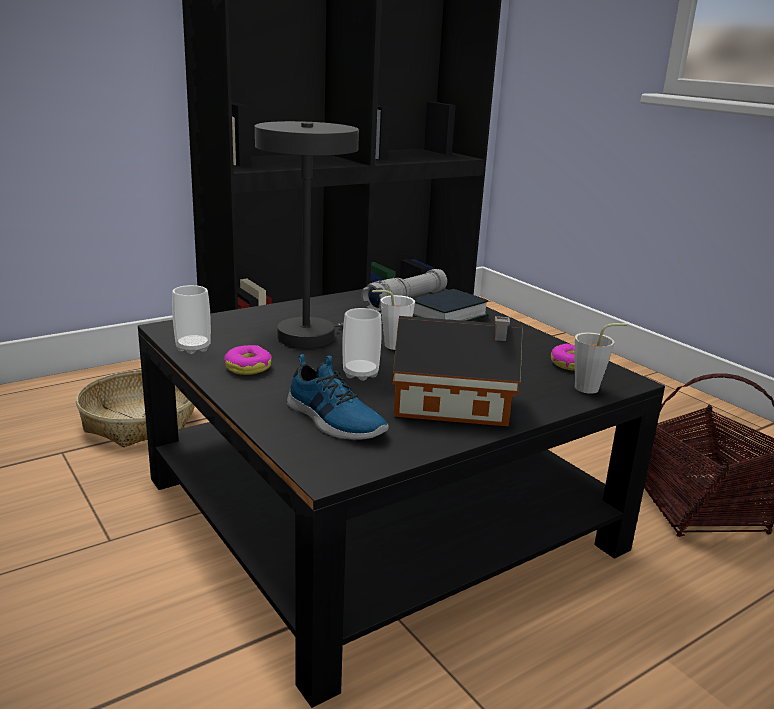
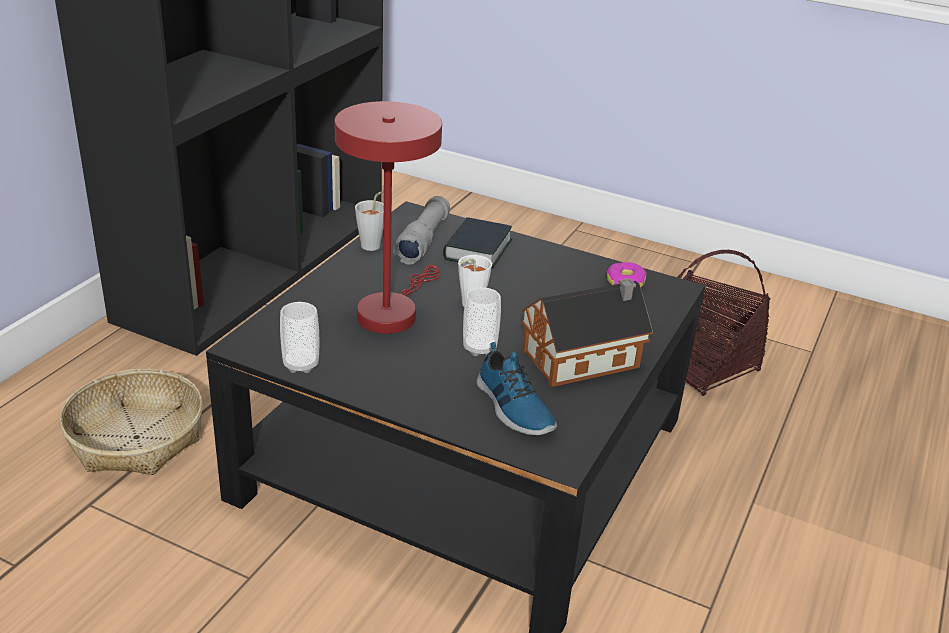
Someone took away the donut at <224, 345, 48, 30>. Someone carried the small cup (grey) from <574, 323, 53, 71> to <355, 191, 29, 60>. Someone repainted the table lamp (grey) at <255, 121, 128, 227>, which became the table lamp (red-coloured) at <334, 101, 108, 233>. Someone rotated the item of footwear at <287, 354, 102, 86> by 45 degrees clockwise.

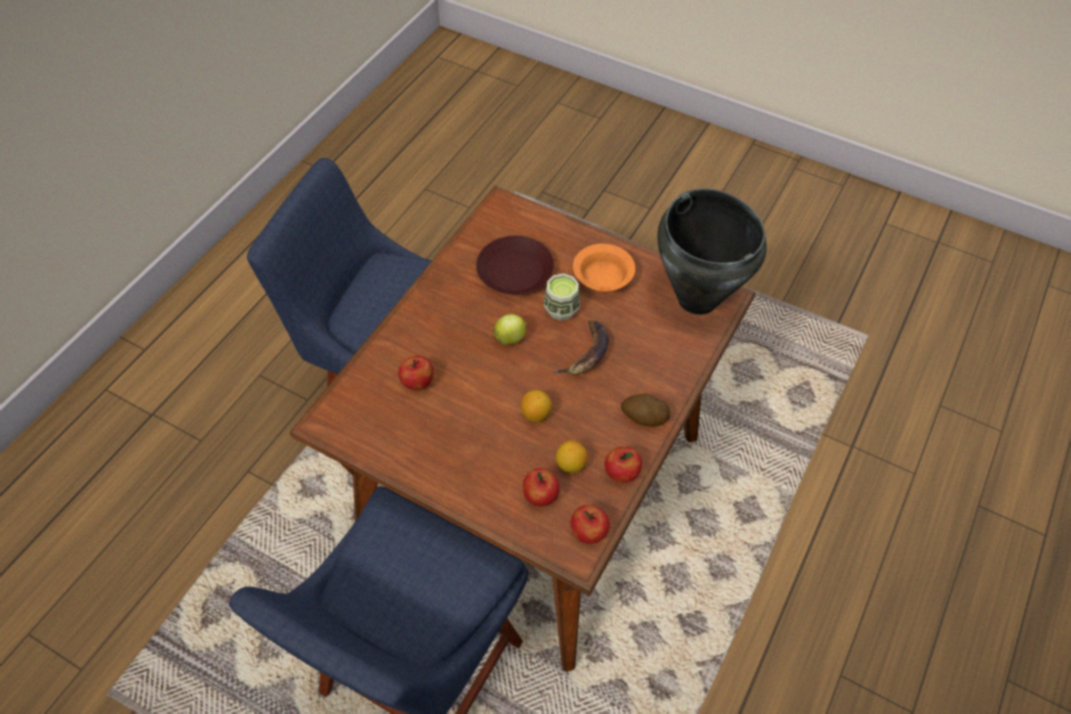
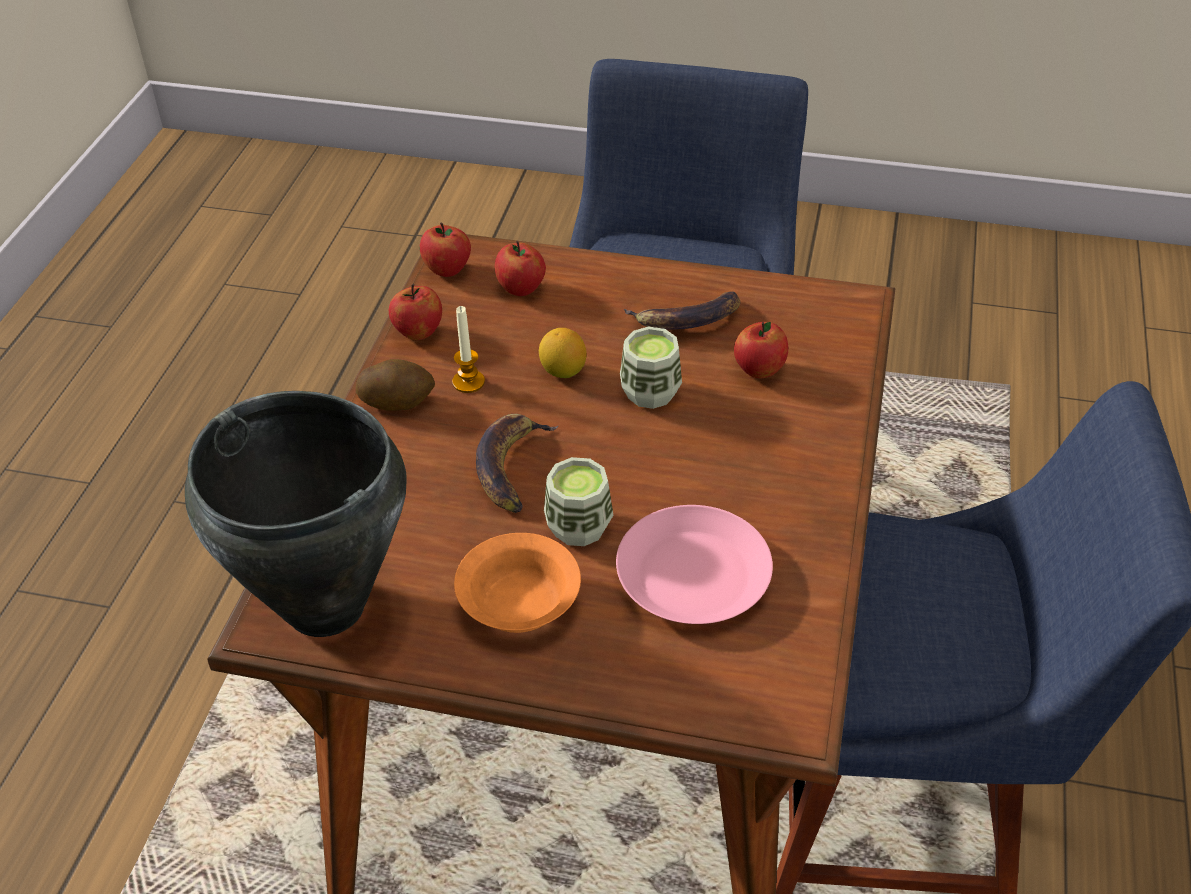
Someone took away the apple at <493, 314, 34, 31>. Someone took away the whole lemon at <556, 440, 32, 33>. Someone put down the candle at <452, 306, 33, 87>. Someone put down the small cup at <620, 327, 62, 82>. Someone put down the whole banana at <624, 291, 116, 39>. Someone repainted the plate (brown) at <476, 236, 78, 59>, which became the plate (pinkish) at <616, 505, 157, 119>.

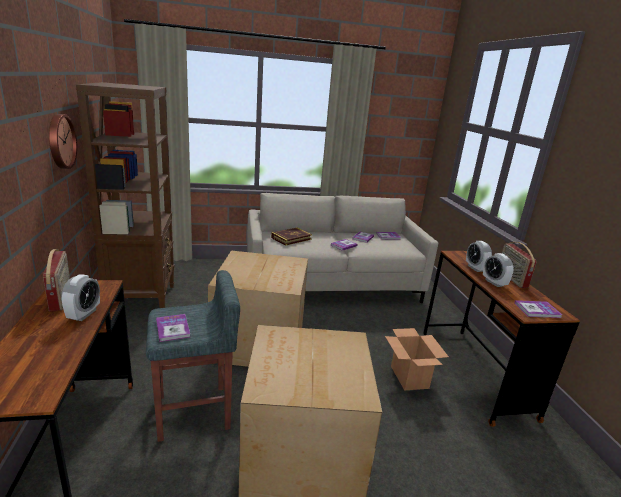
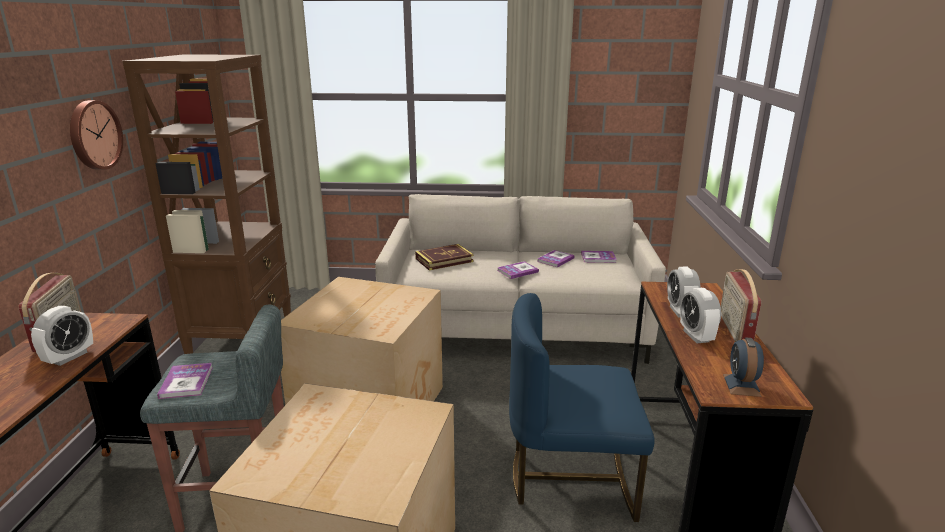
Someone swapped the carton at <385, 328, 64, 62> for the chair (blue-coloured) at <509, 293, 145, 229>. Someone swapped the book at <514, 300, 48, 18> for the table clock at <723, 337, 41, 60>.

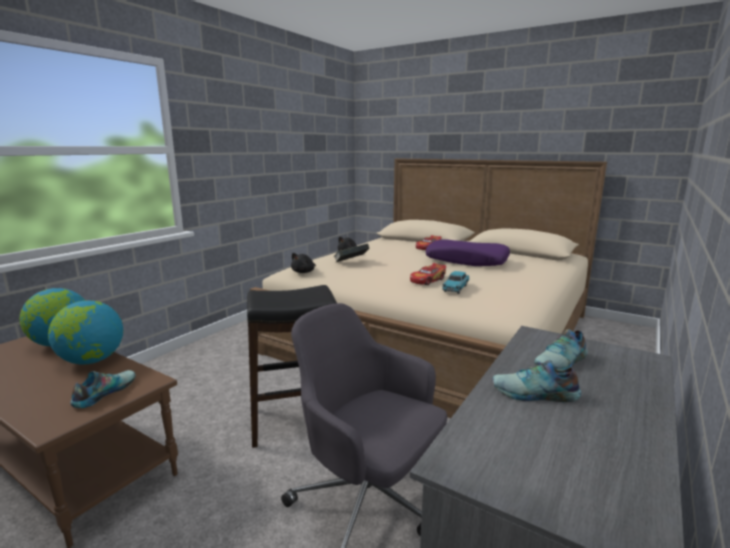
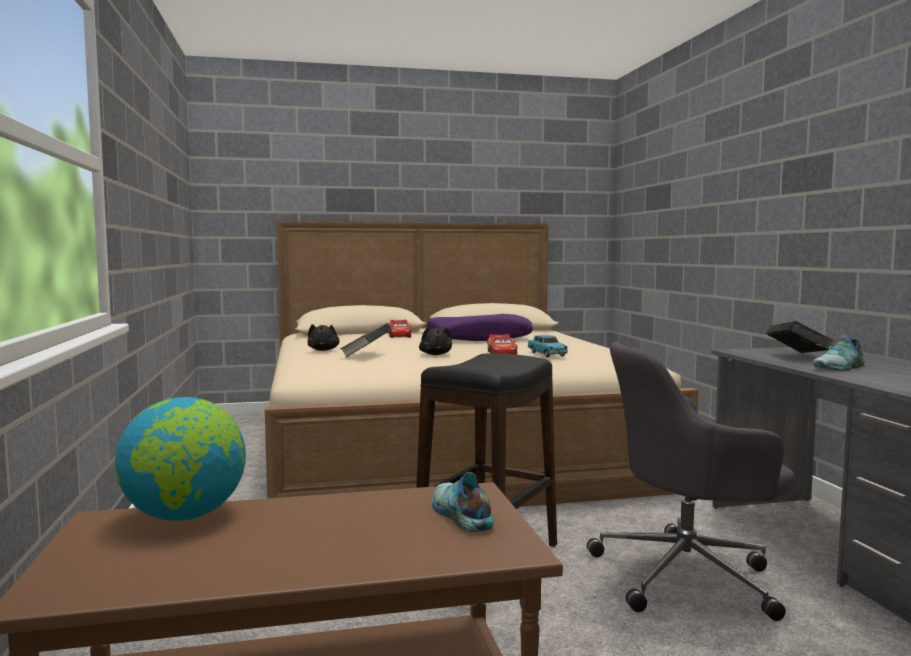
Someone took away the world globe at <48, 300, 75, 65>. Someone carried the cuddly toy (black-coloured) from <291, 253, 25, 20> to <419, 327, 33, 28>. Someone swapped the item of footwear at <534, 329, 53, 42> for the book at <767, 321, 67, 32>.

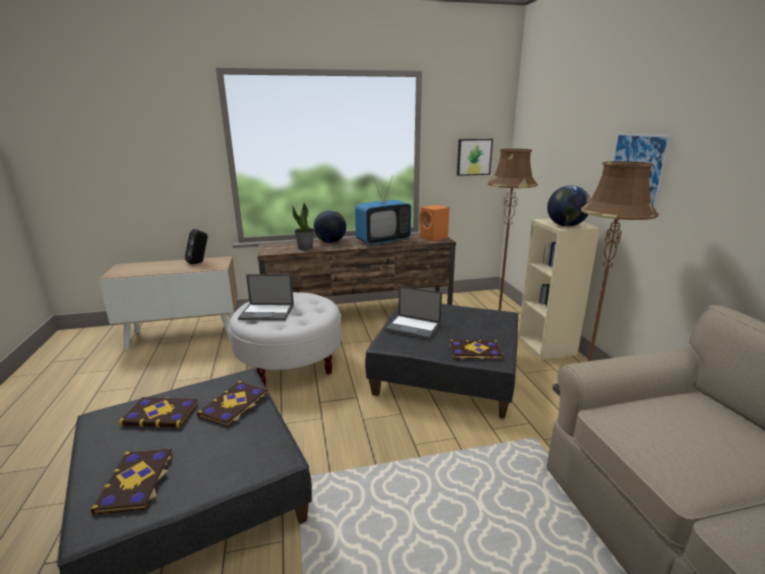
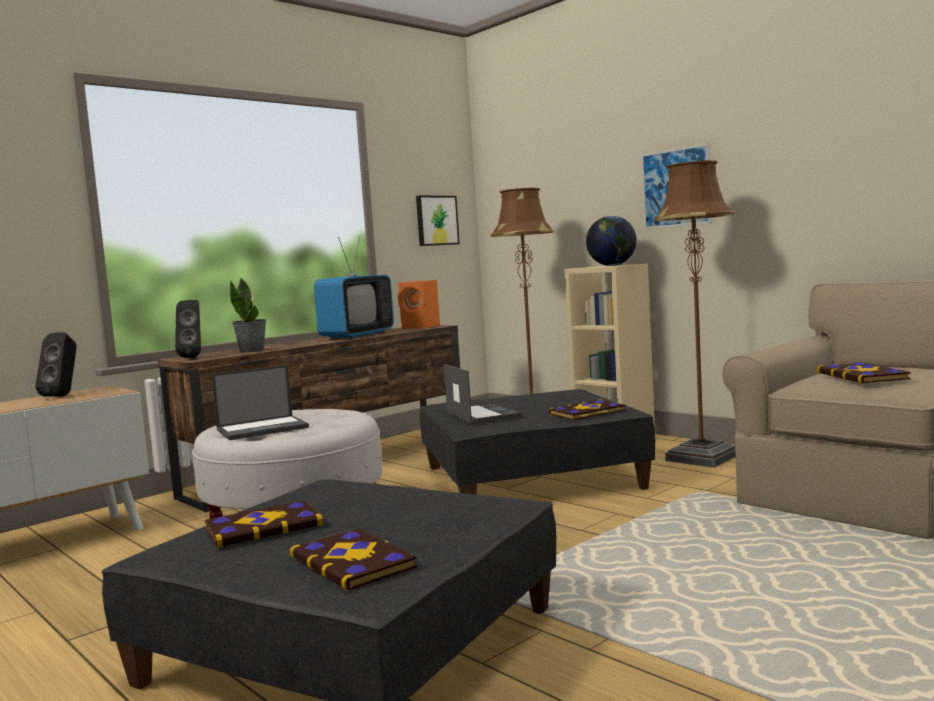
Someone took away the world globe at <314, 210, 32, 33>. Someone put down the speaker (black-coloured) at <175, 300, 26, 58>. Someone carried the book from <197, 381, 71, 46> to <817, 362, 93, 22>. Someone rotated the portable computer at <385, 286, 57, 53> by 105 degrees counterclockwise.

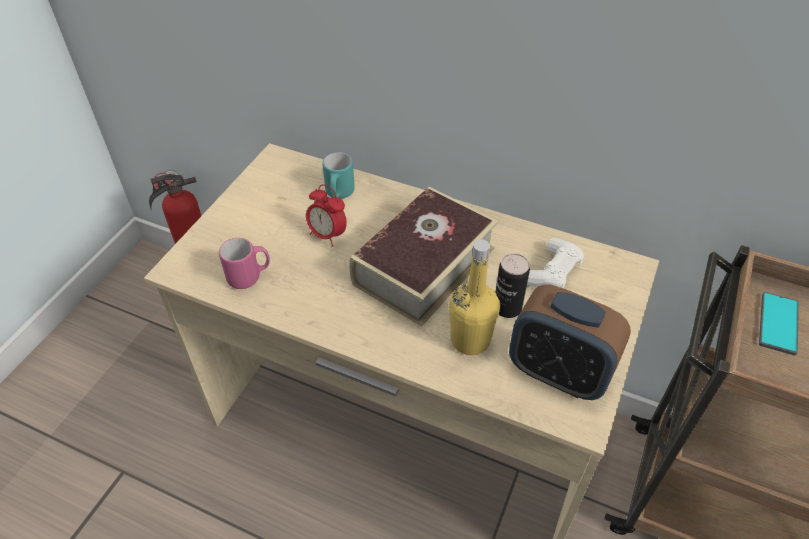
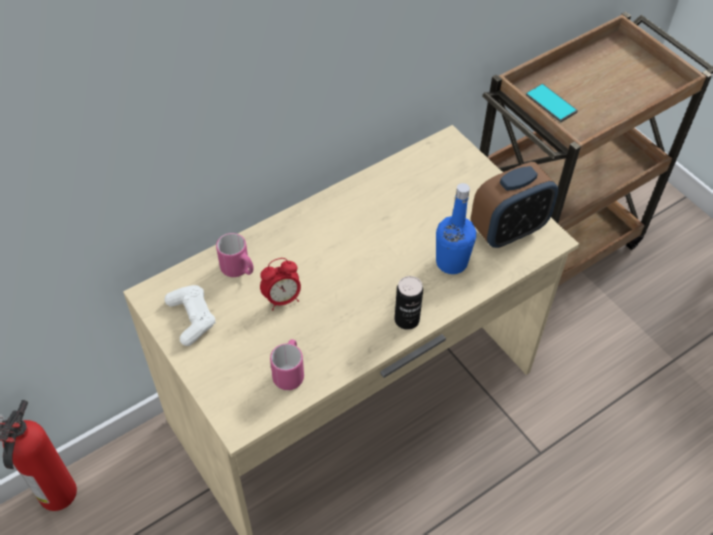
Someone took away the book at <349, 187, 149, 140>. Someone carried the sealed can from <496, 253, 34, 65> to <394, 276, 29, 54>. Someone carried the game controller (white-coloured) from <527, 238, 57, 50> to <164, 285, 52, 61>. Someone repainted the coffee mug (turquoise-coloured) at <322, 152, 33, 47>, which became the coffee mug (pinkish) at <216, 233, 38, 44>. Someone repainted the beverage bottle (yellow-coloured) at <449, 239, 51, 116>, which became the beverage bottle (blue-coloured) at <436, 183, 40, 91>.

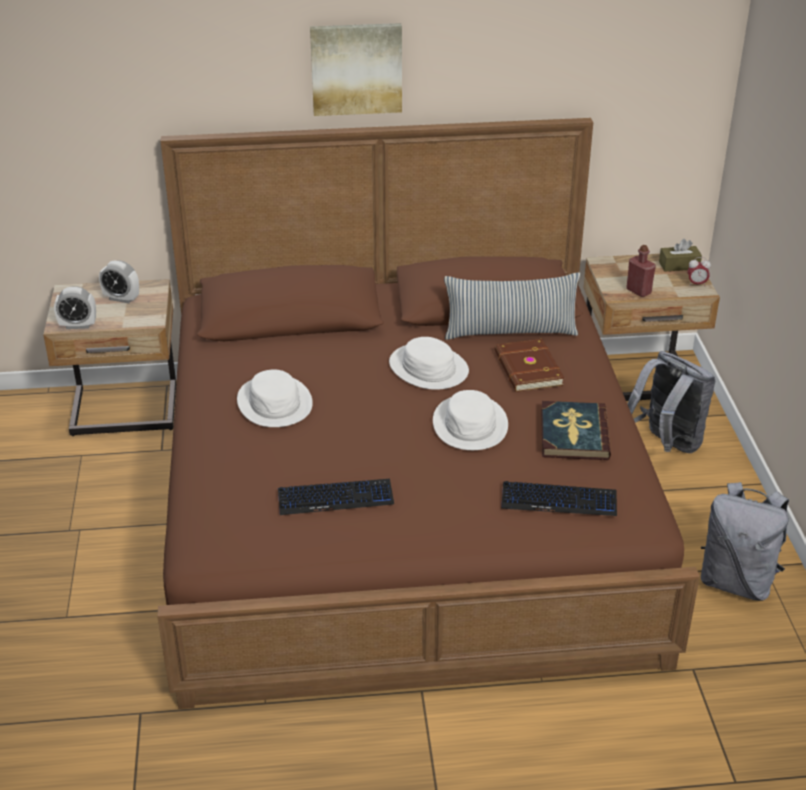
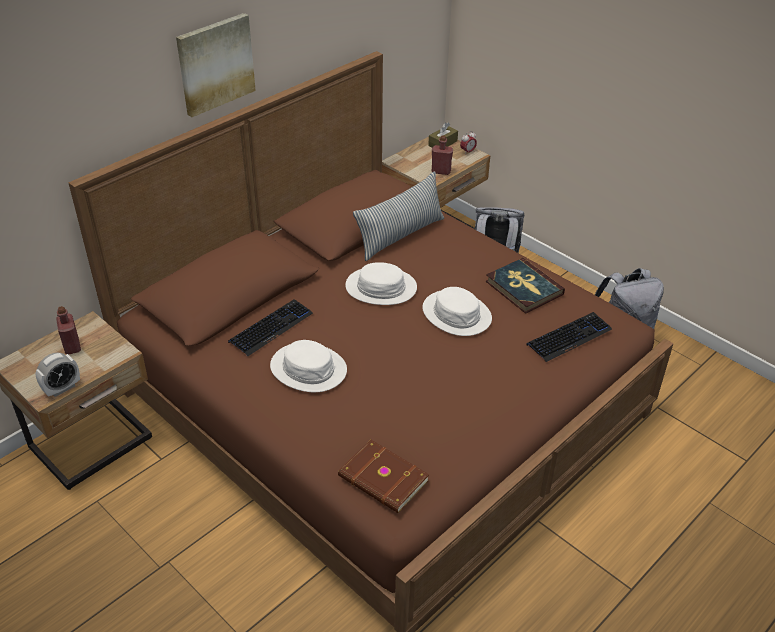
Someone carried the keyboard from <278, 479, 116, 36> to <228, 299, 85, 57>. Someone carried the book (brown) from <494, 339, 70, 53> to <338, 440, 91, 73>. Someone swapped the table clock at <99, 260, 40, 43> for the beverage bottle (red-coloured) at <56, 306, 25, 49>.

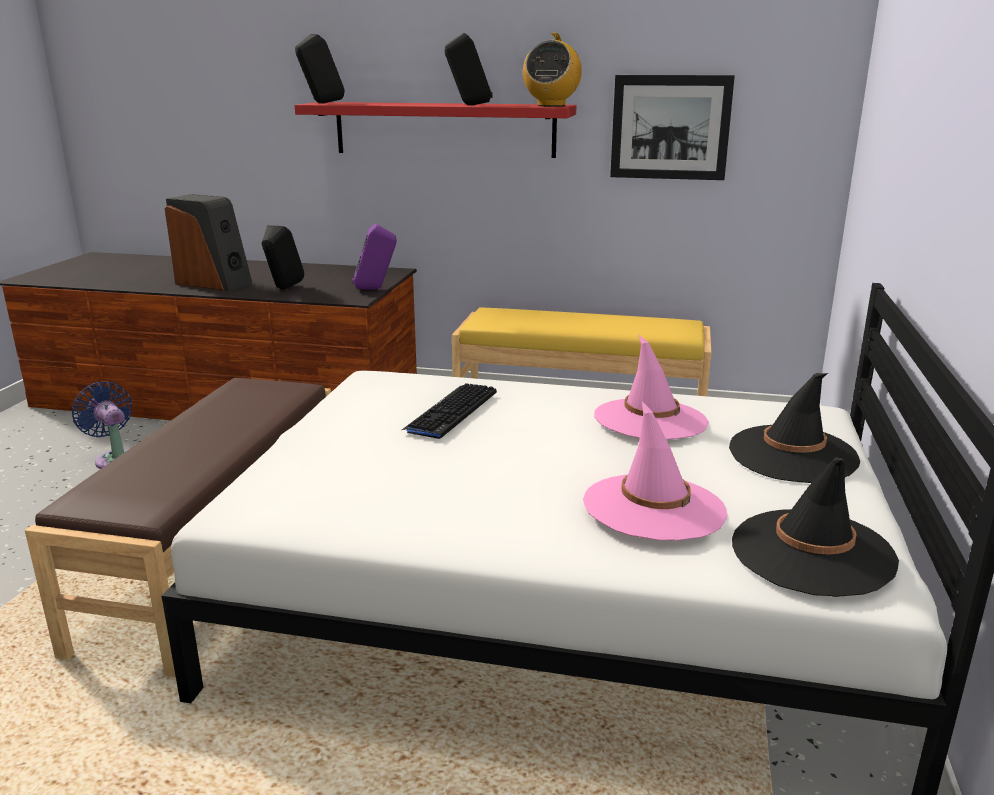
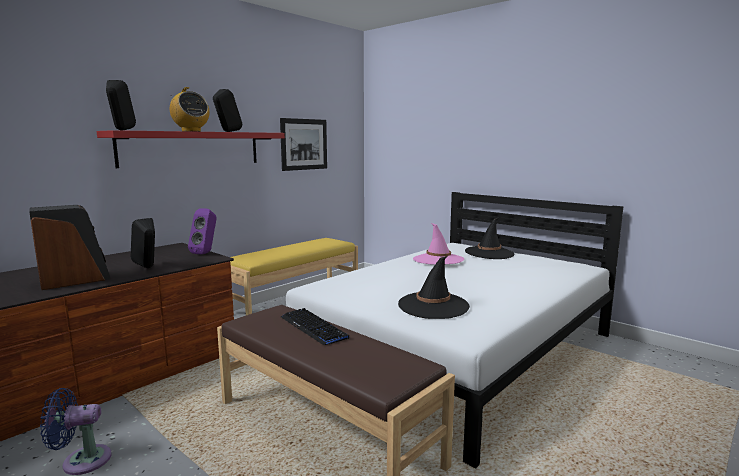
Someone took away the hat (pinkish) at <583, 401, 145, 140>. Someone carried the keyboard from <402, 383, 95, 57> to <281, 308, 68, 37>. Someone carried the radio set from <523, 33, 59, 73> to <170, 87, 40, 45>. Someone carried the hat (black-coloured) from <732, 458, 167, 139> to <398, 256, 72, 63>.

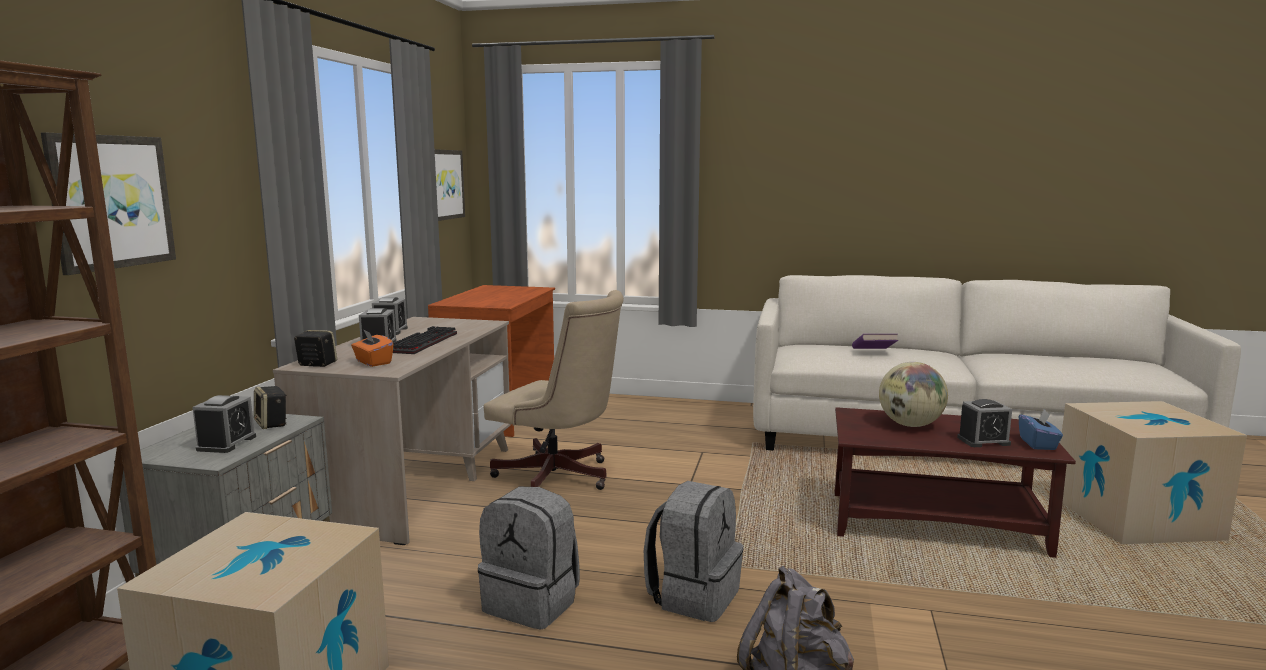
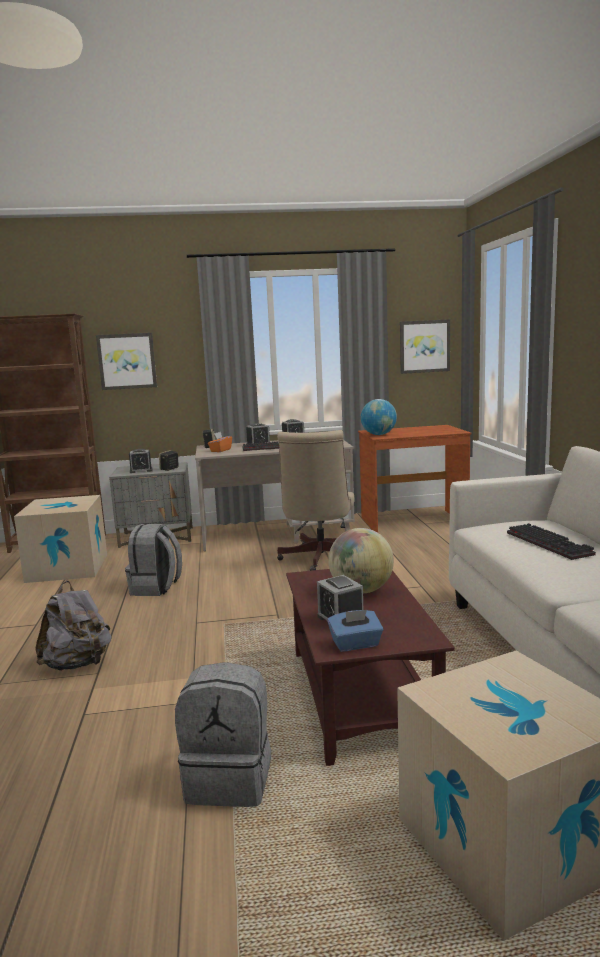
Someone put down the world globe at <361, 399, 36, 36>. Someone carried the knapsack (grey) from <644, 481, 100, 141> to <175, 662, 96, 145>. Someone swapped the book (purple) at <852, 334, 46, 15> for the keyboard at <507, 523, 89, 37>.

